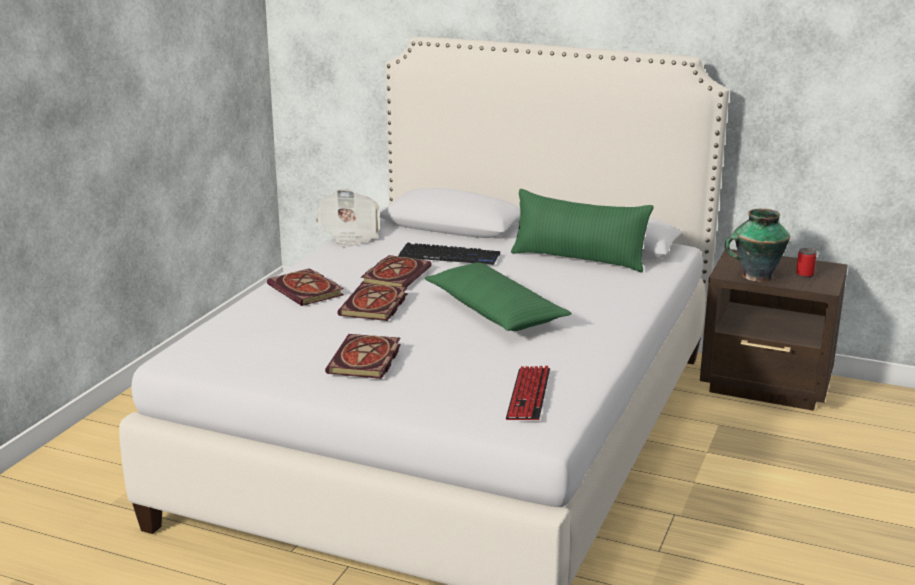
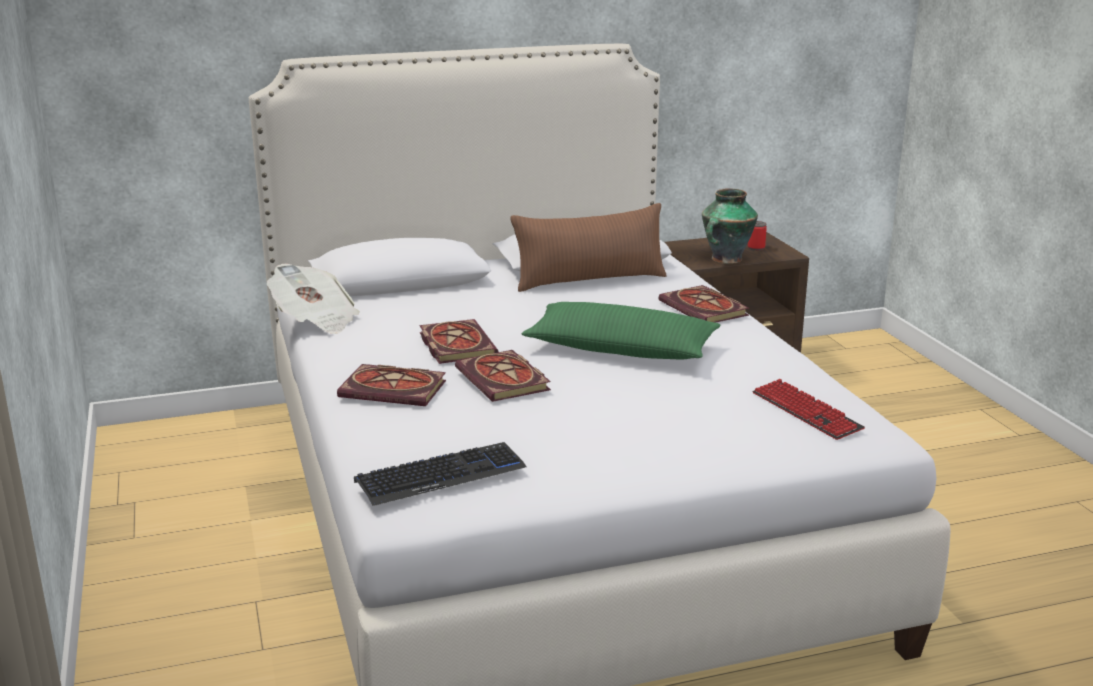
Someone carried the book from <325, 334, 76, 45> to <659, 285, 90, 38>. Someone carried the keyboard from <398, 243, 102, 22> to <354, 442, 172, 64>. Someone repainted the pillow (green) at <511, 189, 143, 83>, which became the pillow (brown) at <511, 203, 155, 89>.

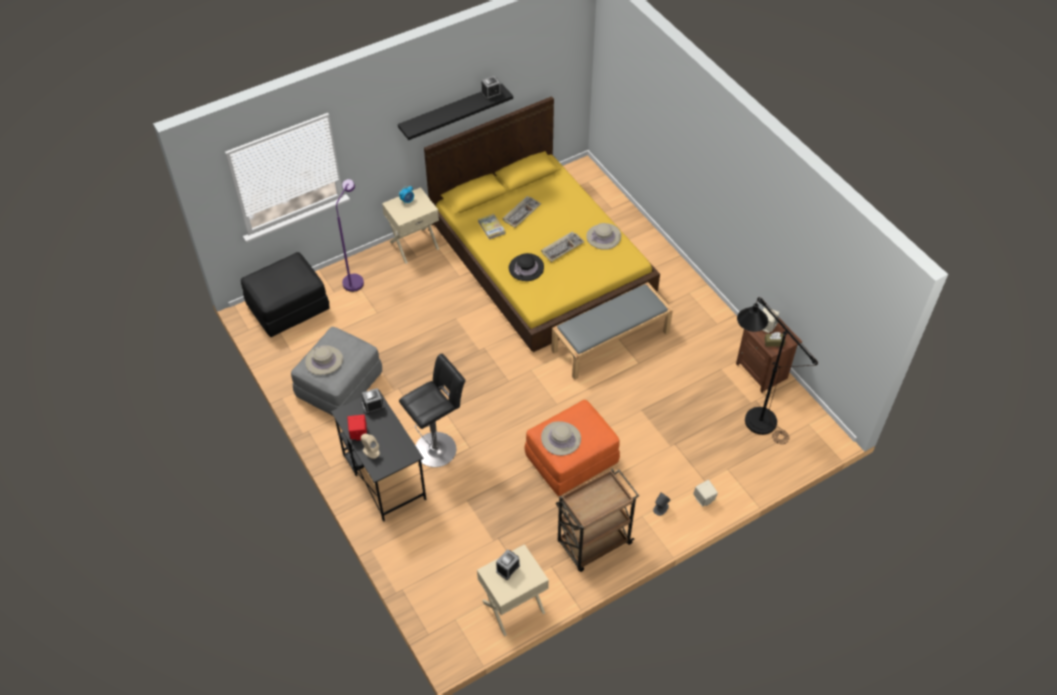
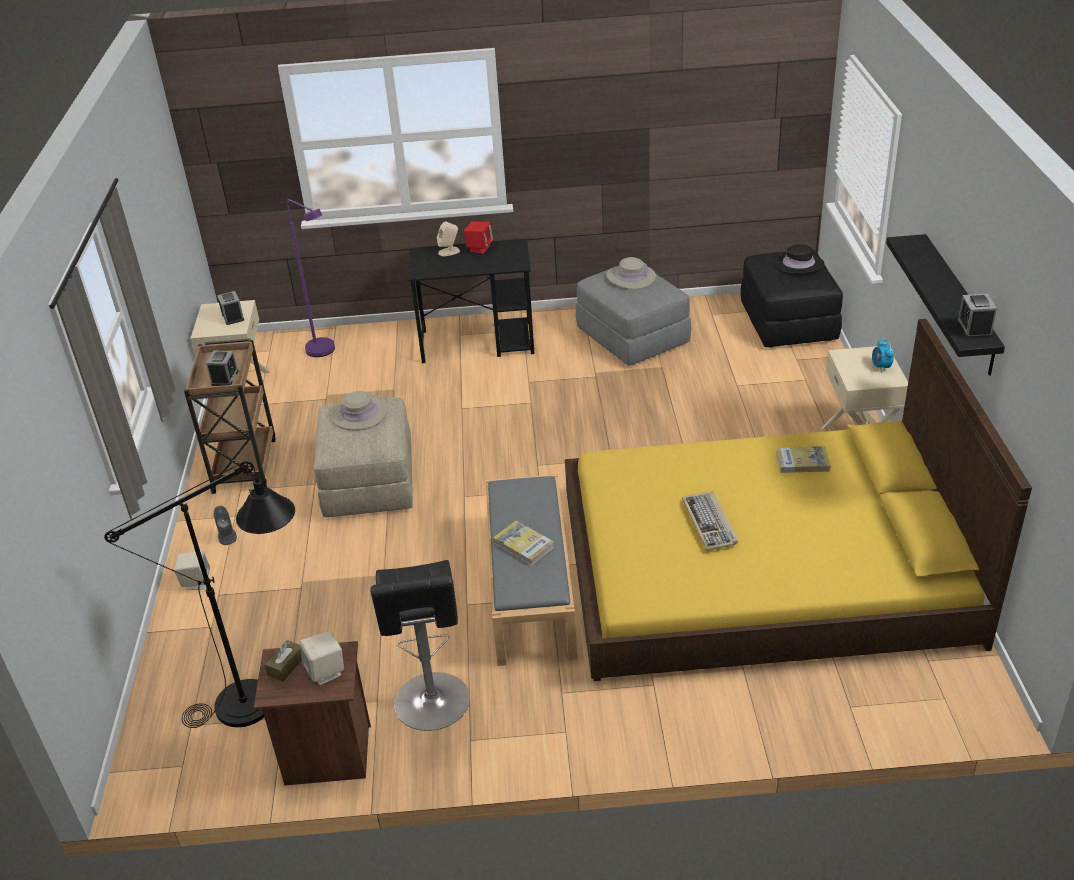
Someone took away the keyboard at <503, 196, 38, 32>. Someone took away the hat (beige) at <586, 223, 35, 27>. Someone put down the book at <493, 520, 62, 45>. Someone carried the standing lamp (purple) from <336, 179, 28, 113> to <287, 199, 48, 158>. Someone carried the table clock from <362, 388, 23, 26> to <206, 351, 33, 35>. Someone carried the stool (black-coloured) from <399, 354, 67, 113> to <370, 560, 100, 171>. Someone carried the hat (black-coloured) from <509, 253, 35, 28> to <774, 244, 50, 30>. Someone repainted the footrest (orange) at <524, 400, 96, 96>, which became the footrest (beige) at <314, 398, 99, 119>.

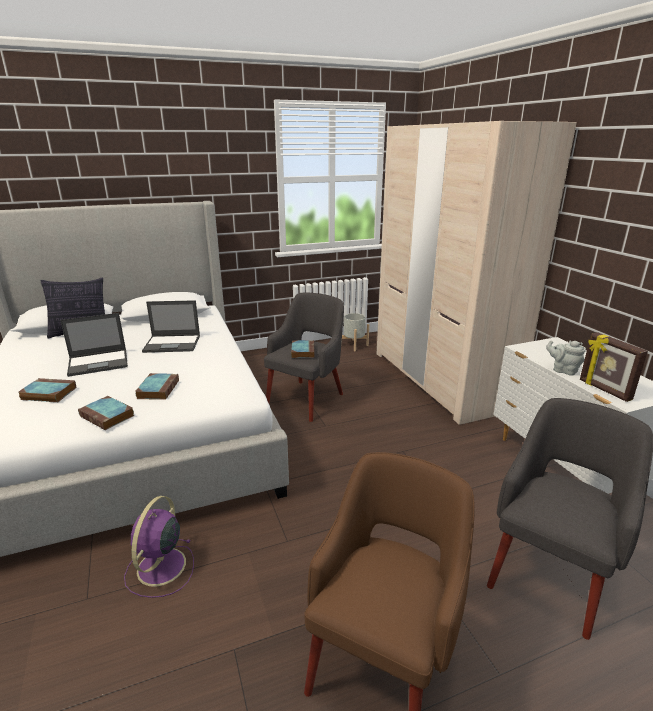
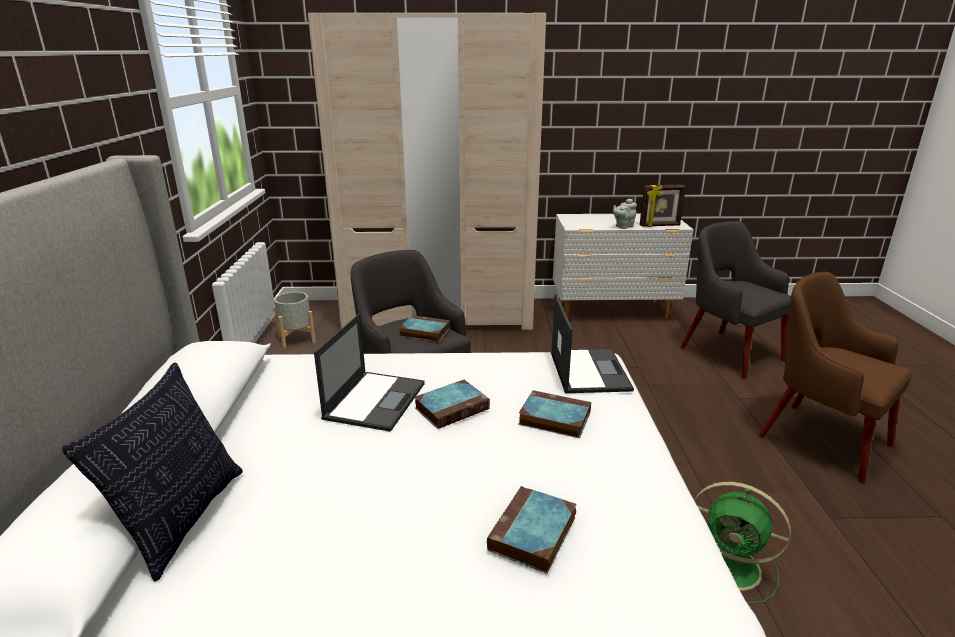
Someone carried the portable computer from <60, 313, 68, 64> to <551, 295, 83, 98>. Someone carried the book from <78, 396, 56, 34> to <414, 380, 76, 49>. Someone repainted the electric fan (purple) at <124, 496, 70, 102>, which became the electric fan (green) at <695, 482, 96, 122>.

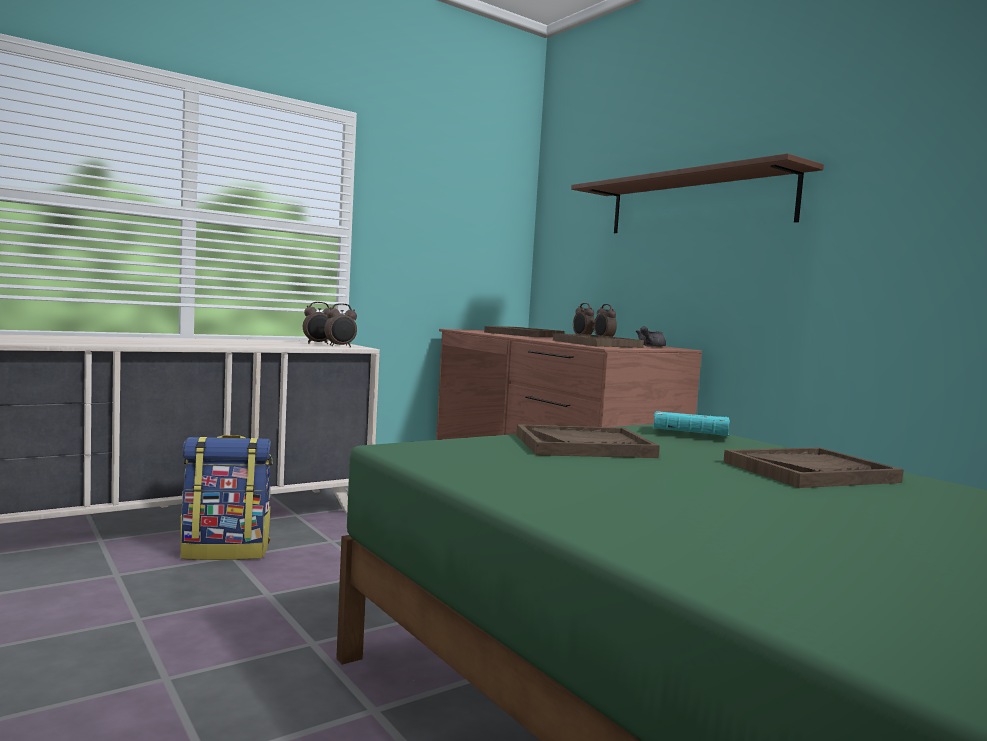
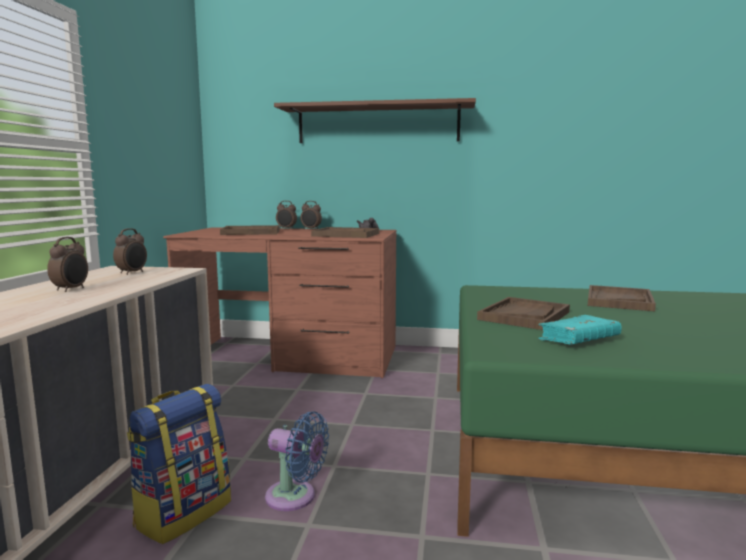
Someone put down the electric fan (blue-coloured) at <265, 412, 64, 99>. Someone carried the table clock from <324, 303, 33, 44> to <47, 237, 41, 55>. Someone carried the book (turquoise-coloured) from <653, 411, 77, 25> to <538, 315, 84, 29>.

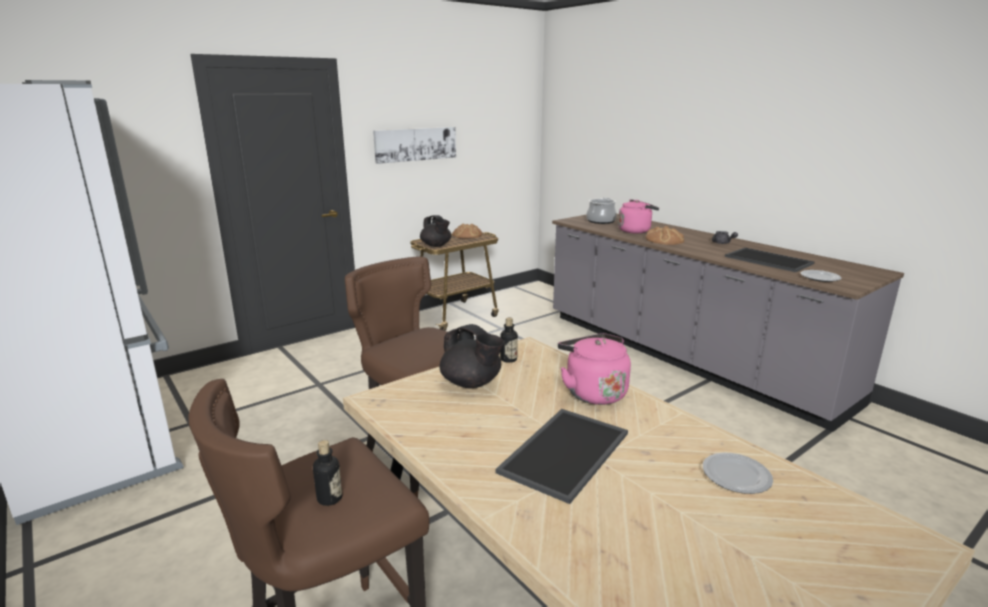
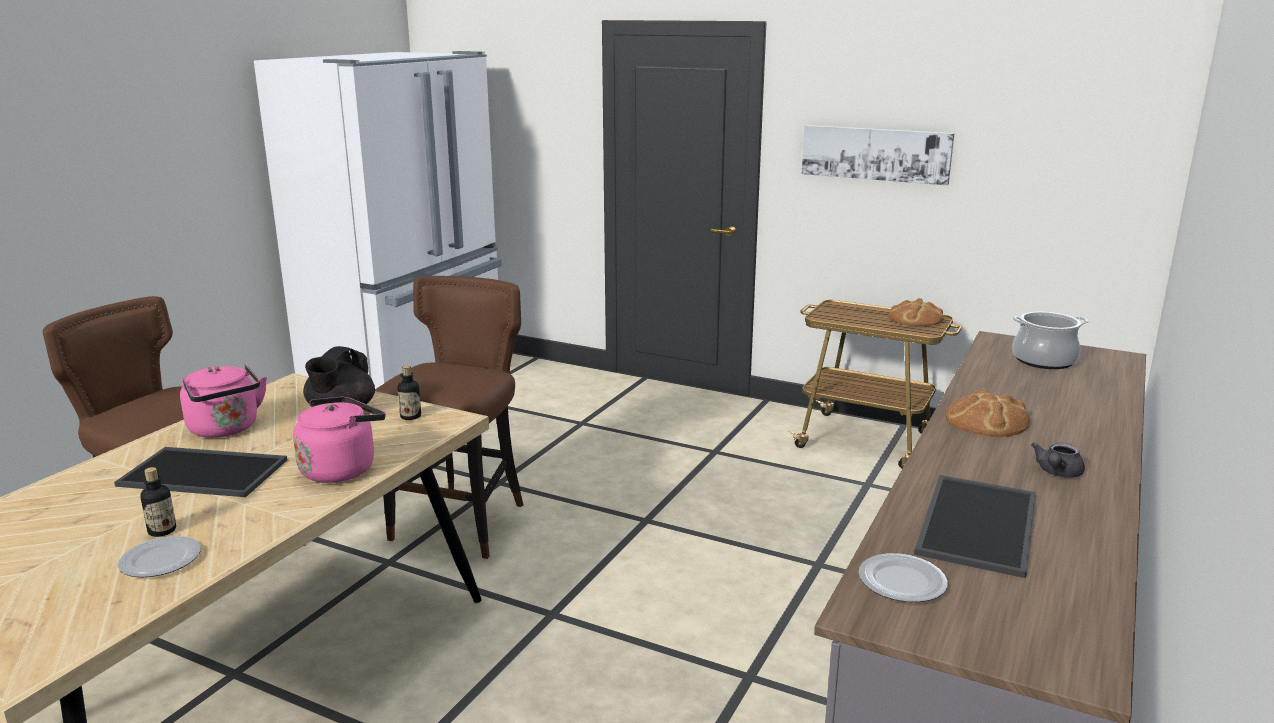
Someone took away the teapot (black-coloured) at <420, 215, 31, 32>. Someone carried the beverage bottle from <313, 440, 29, 66> to <140, 467, 36, 70>. Someone carried the water kettle (pinkish) from <618, 199, 41, 34> to <180, 364, 87, 74>.

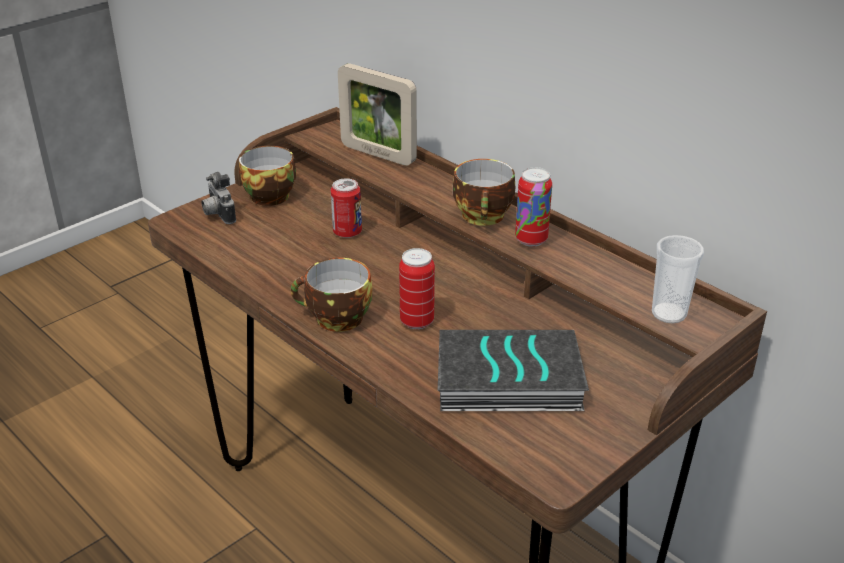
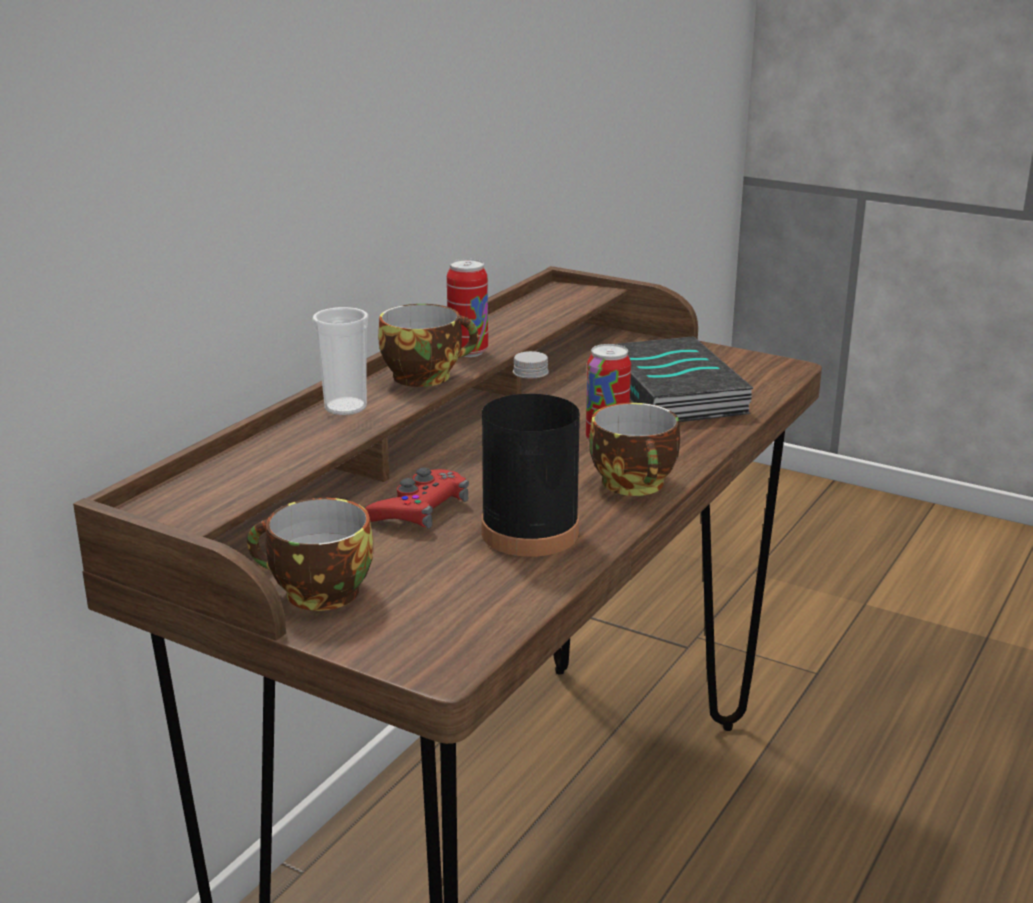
Someone took away the still camera at <201, 172, 35, 52>. Someone took away the standing frame at <338, 63, 79, 103>. Someone put down the beverage bottle (black-coloured) at <482, 351, 98, 206>. Someone carried the small cup from <652, 235, 52, 89> to <312, 307, 56, 108>. Someone swapped the sealed can at <331, 178, 31, 60> for the game controller (red-coloured) at <365, 468, 104, 61>.

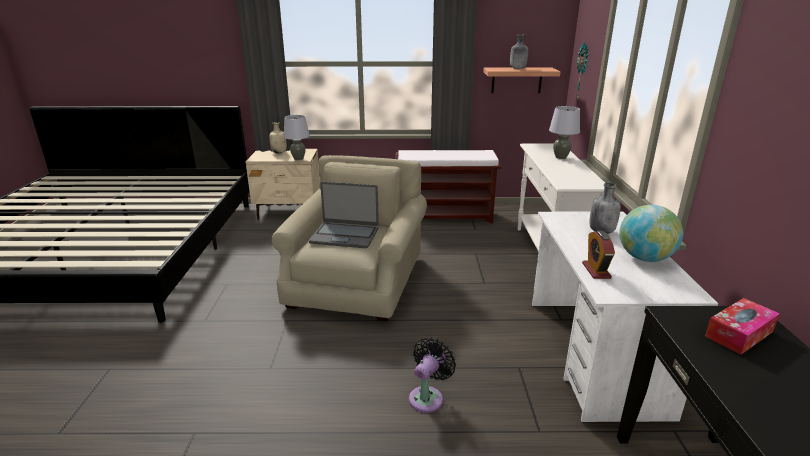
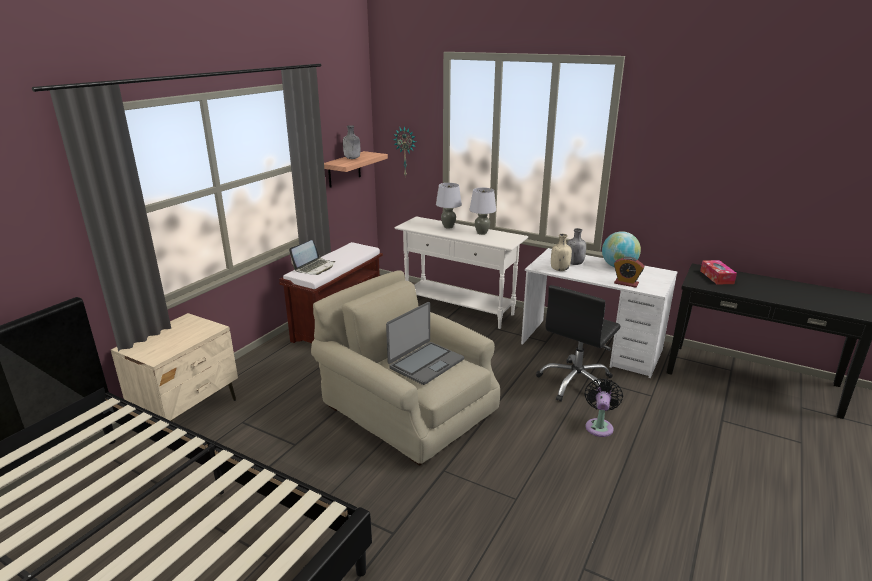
Someone put down the portable computer at <289, 240, 46, 35>. Someone put down the office chair (black-coloured) at <536, 285, 85, 117>. Someone carried the beverage bottle (beige) from <269, 122, 18, 31> to <551, 234, 21, 37>. Someone carried the table lamp (grey) from <284, 115, 26, 45> to <470, 187, 26, 48>. Someone rotated the electric fan (black-coloured) at <409, 338, 47, 75> by 45 degrees clockwise.

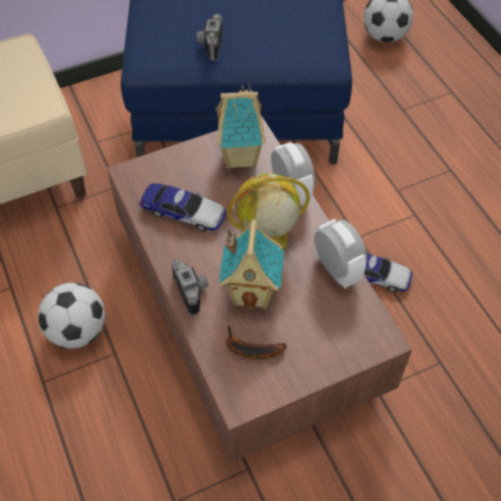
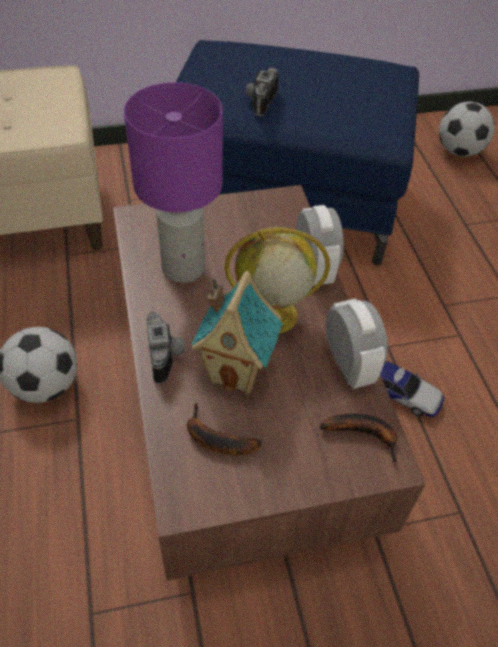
Someone took away the model house at <216, 83, 49, 86>. Someone put down the whole banana at <320, 414, 78, 49>. Someone swapped the miniature car at <139, 183, 87, 49> for the table lamp (purple) at <124, 82, 99, 201>.

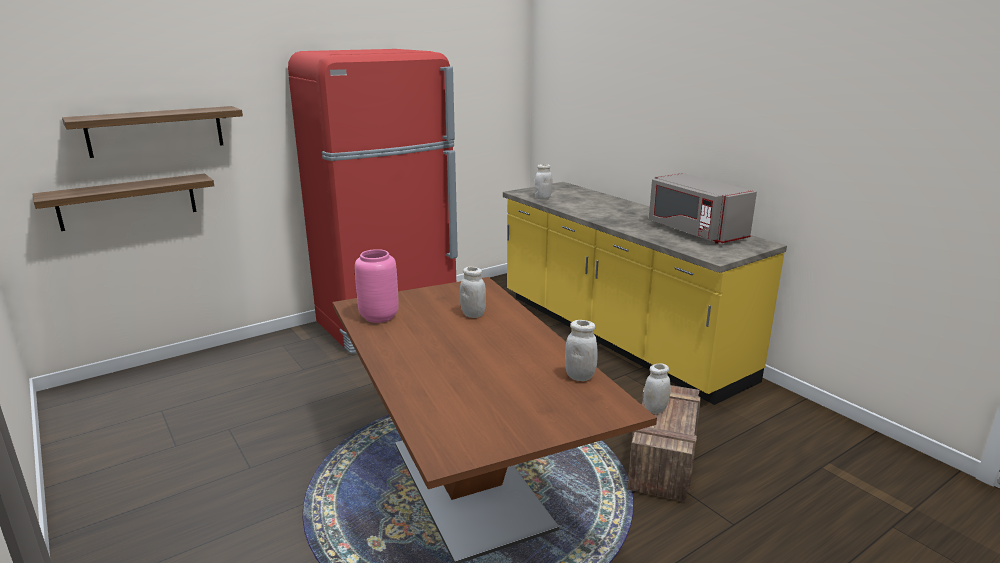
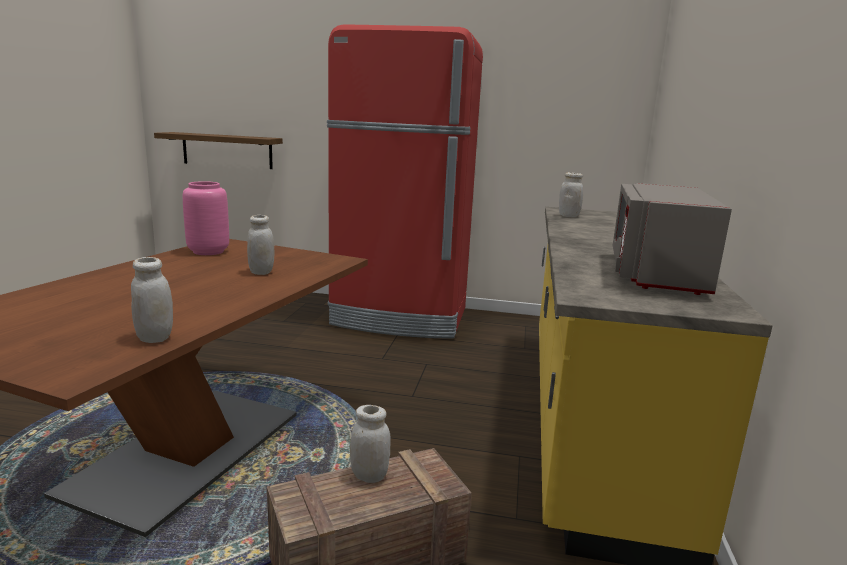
Someone took away the wall shelf at <62, 106, 181, 52>.

